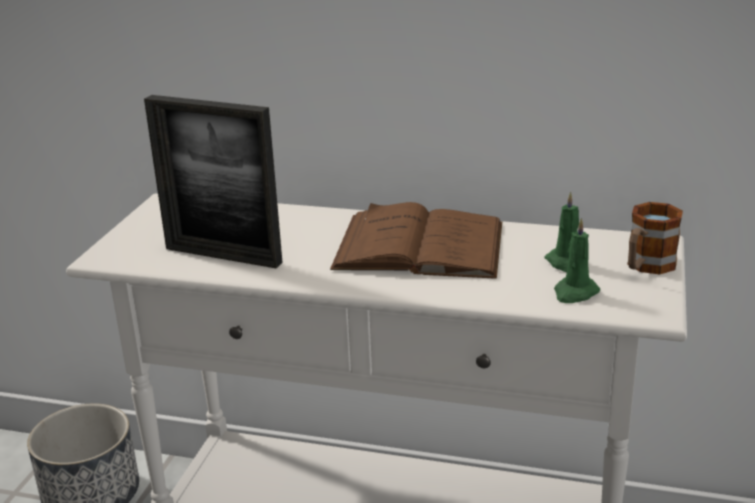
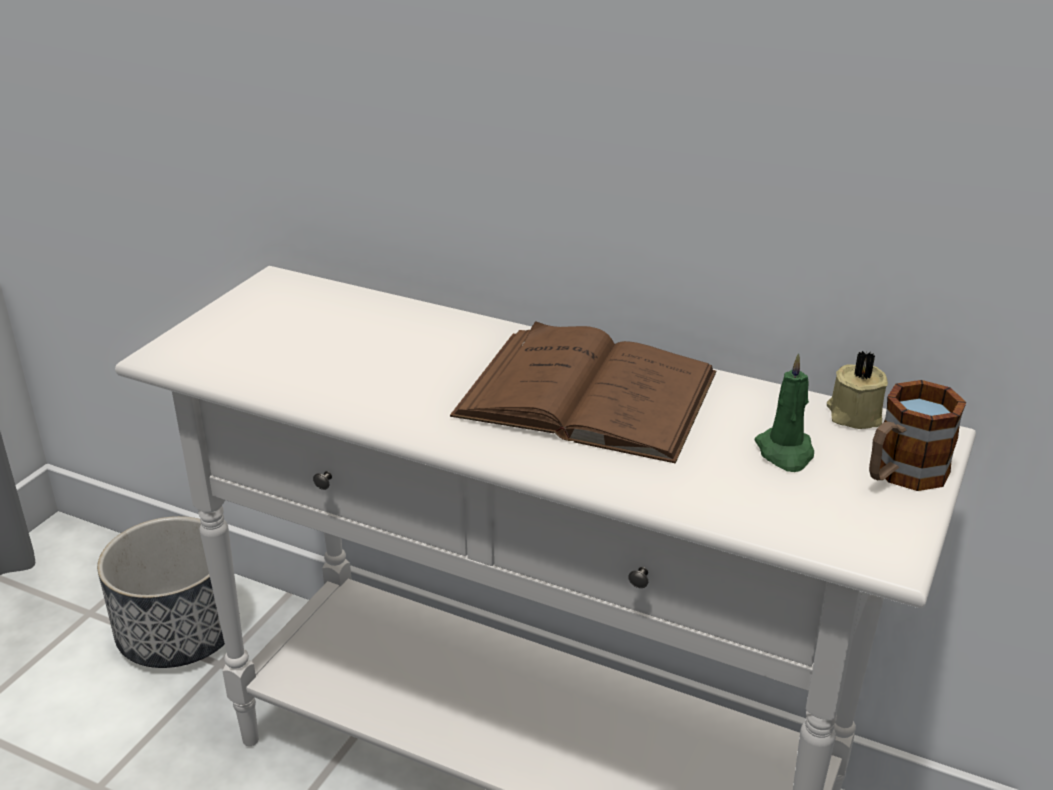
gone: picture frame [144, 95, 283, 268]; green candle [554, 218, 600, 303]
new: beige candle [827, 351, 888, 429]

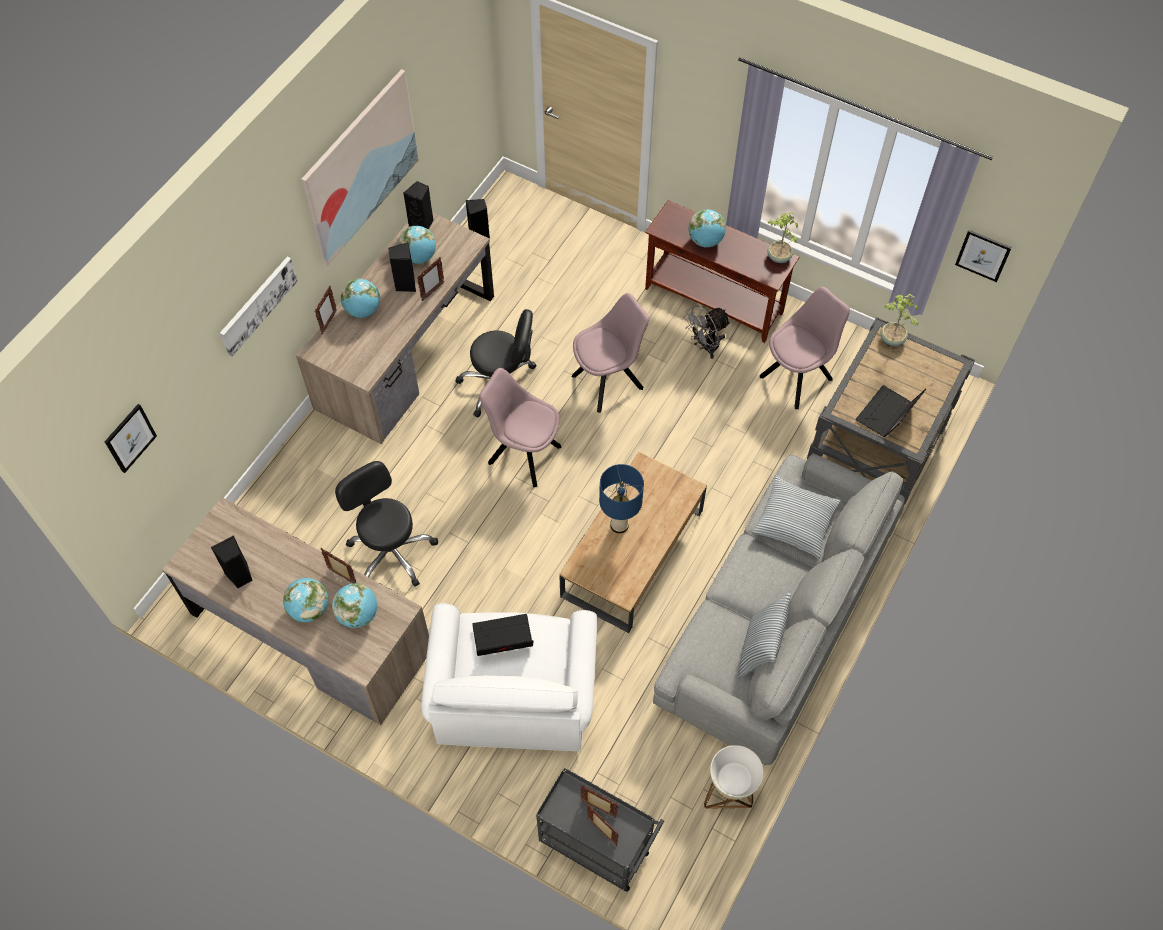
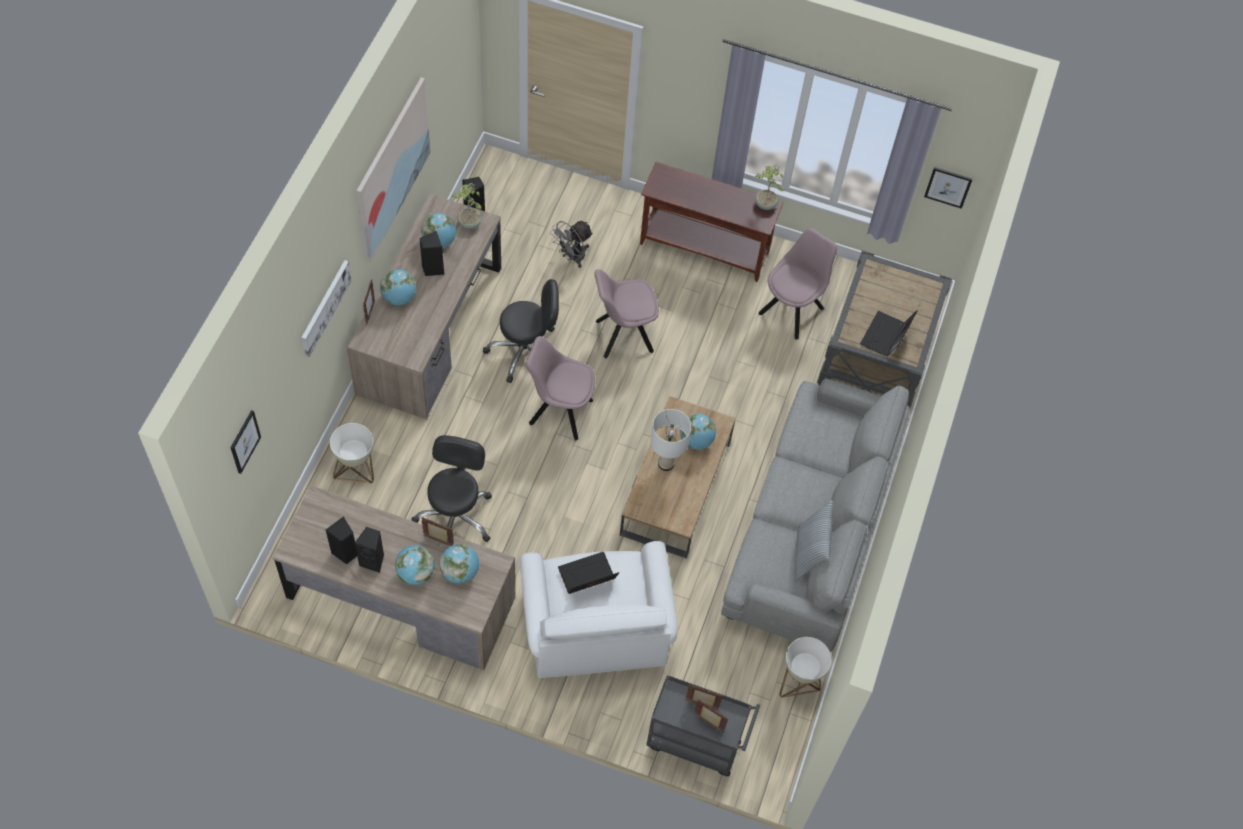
gone: picture frame [417, 257, 445, 301]; pillow [752, 475, 841, 559]
new: planter [330, 423, 374, 483]
shifted: black speaker [404, 181, 433, 230] to [355, 527, 384, 573]; potted plant [880, 294, 918, 346] to [452, 183, 482, 229]; grey fan [683, 306, 731, 359] to [550, 221, 593, 268]; globe [689, 209, 726, 248] to [680, 414, 716, 450]
repainted: blue table lamp [599, 464, 644, 533] to white table lamp [650, 409, 691, 471]
rotated: black office chair [335, 461, 438, 587] = [411, 435, 492, 542] 60 degrees clockwise; pink chair [572, 293, 649, 413] = [595, 269, 659, 358] 150 degrees counterclockwise

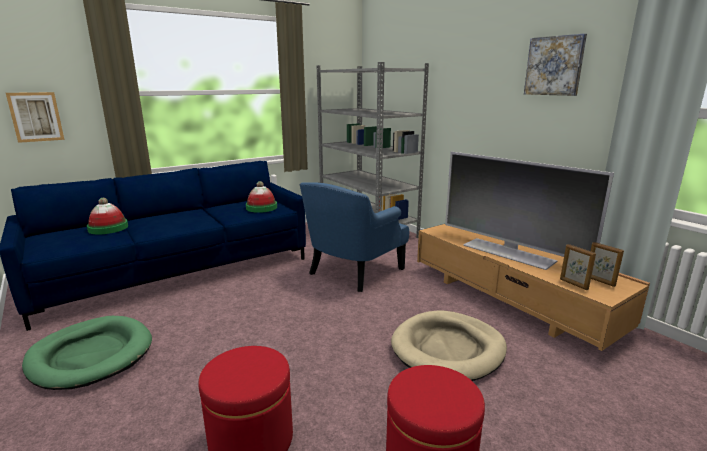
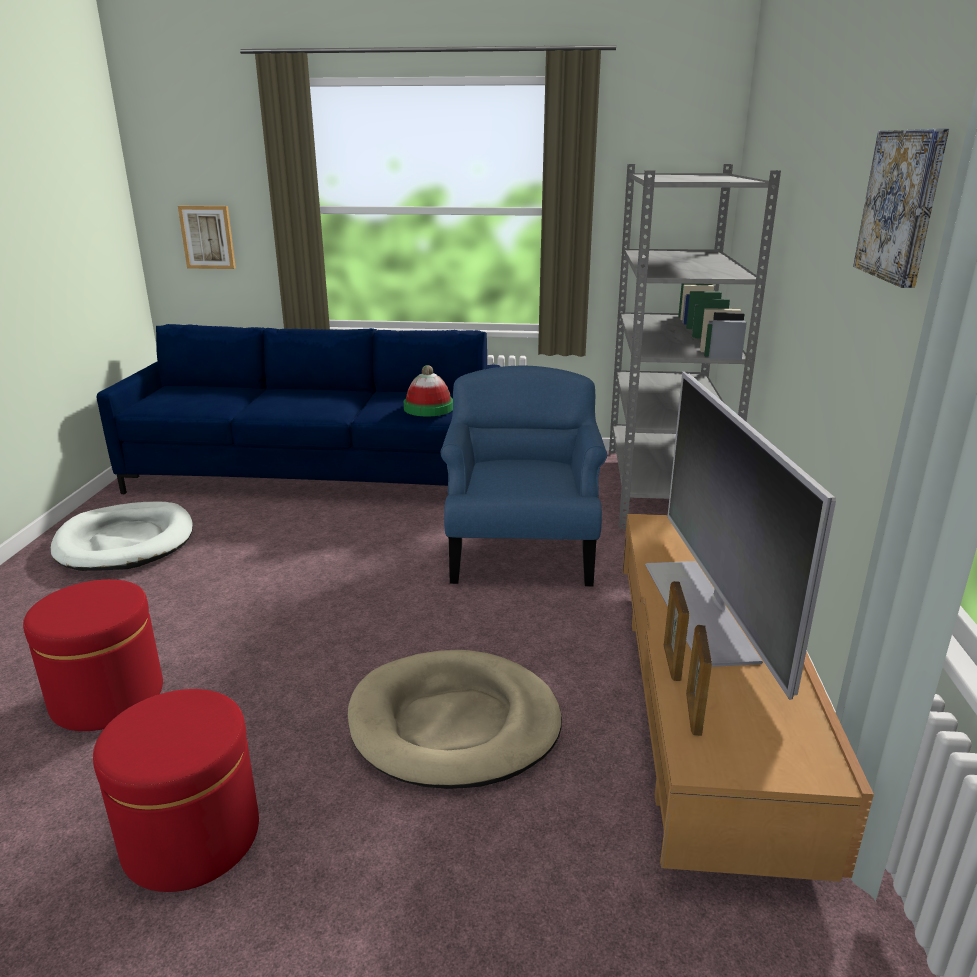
gone: hat [87, 198, 128, 235]
shifted: picture frame [591, 242, 624, 287] to [664, 581, 689, 681]
repainted: green dog bed [22, 316, 152, 390] to white dog bed [51, 502, 193, 571]
rotated: blue armchair [300, 182, 409, 292] = [441, 366, 607, 586] 105 degrees clockwise

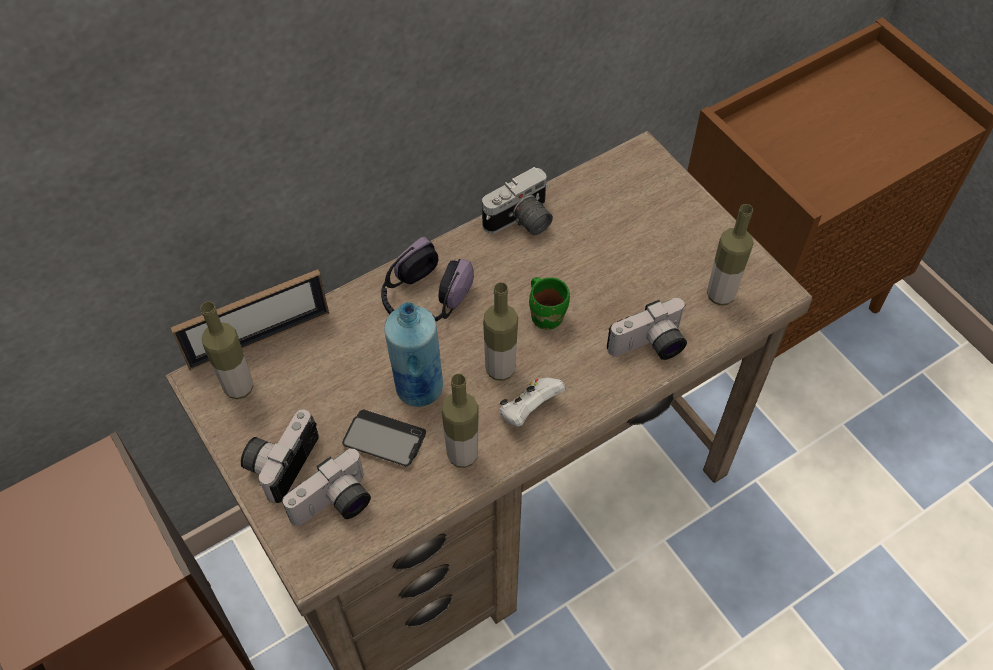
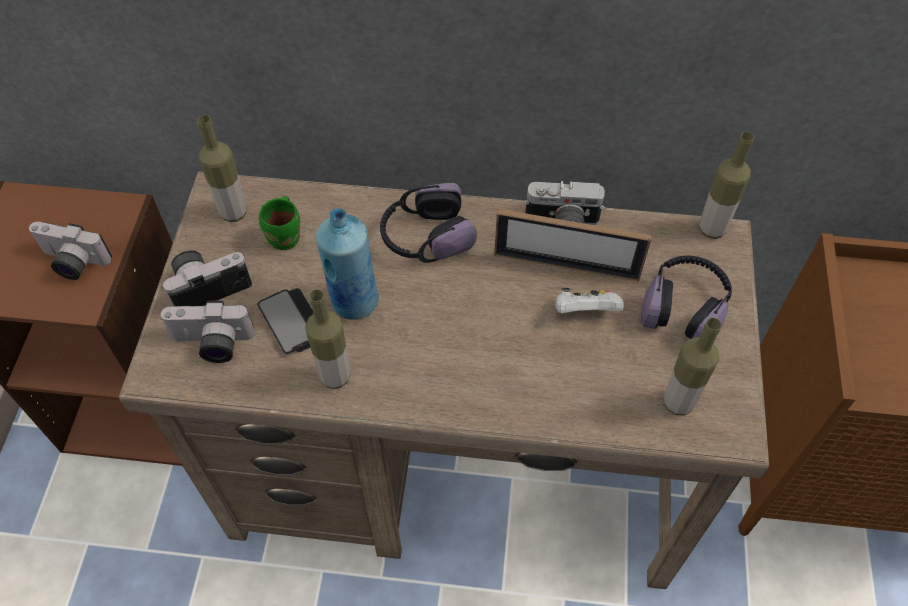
new: headphones [641, 256, 732, 339]
shifted: photo camera [607, 298, 687, 360] to [28, 222, 112, 280]; green mug [529, 277, 570, 330] to [259, 196, 300, 250]; picture frame [171, 269, 329, 371] to [494, 209, 652, 282]; white game controller [500, 377, 565, 427] to [556, 288, 624, 313]; bottle [483, 282, 518, 381] to [699, 132, 754, 239]

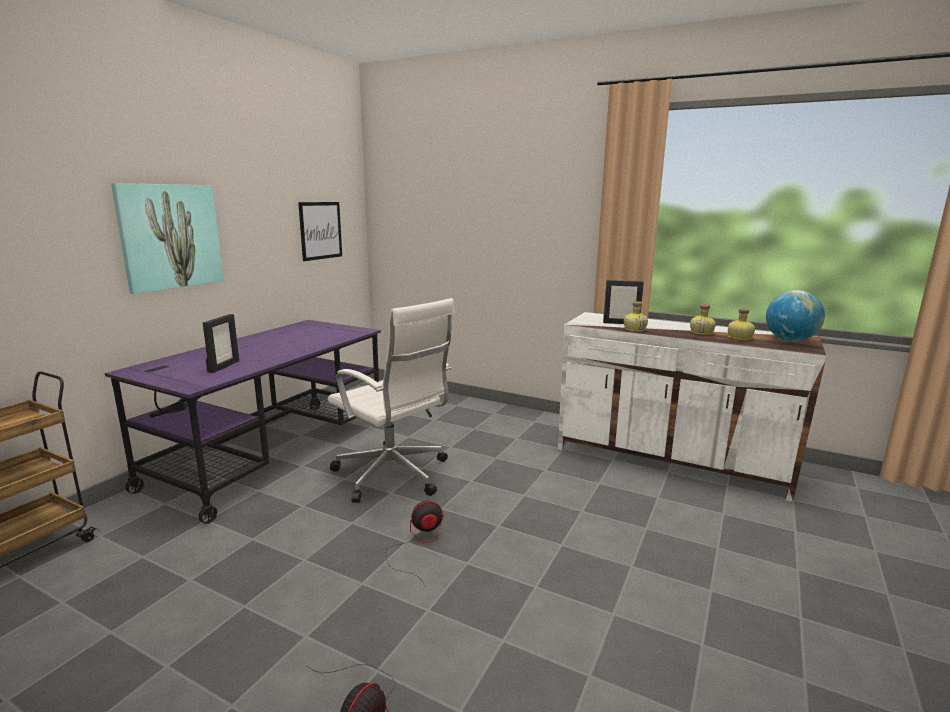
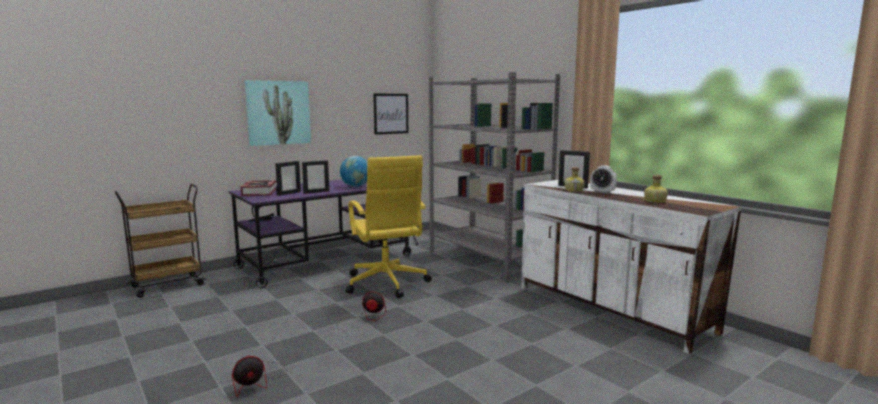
gone: bottle [690, 304, 716, 335]
new: book [241, 180, 276, 196]; picture frame [302, 160, 329, 194]; grey bookcase [429, 72, 560, 283]; alarm clock [590, 165, 617, 194]
shifted: globe [766, 290, 825, 342] to [340, 156, 368, 187]
repainted: white office chair [328, 298, 455, 503] to yellow office chair [346, 155, 432, 298]

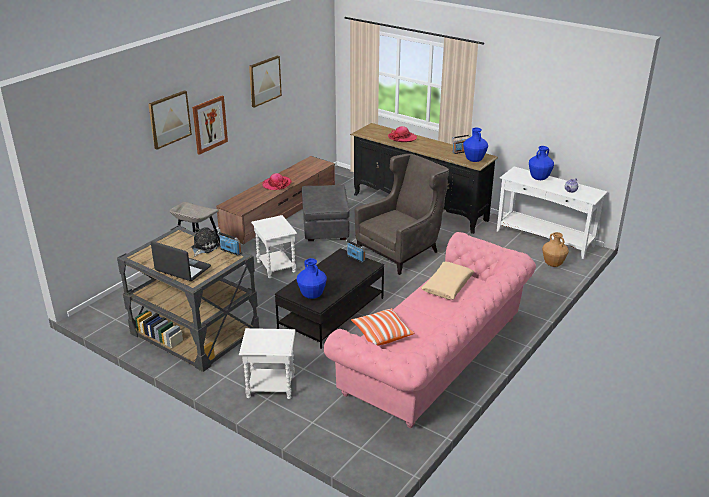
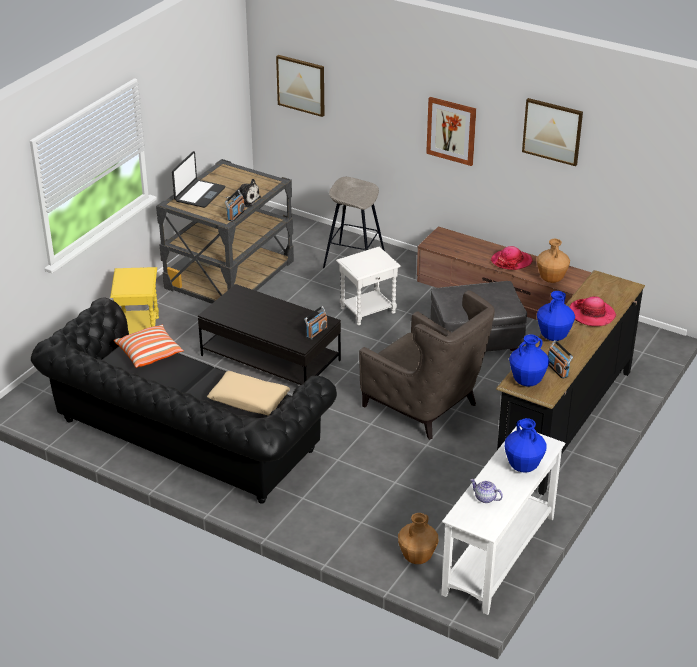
new: brown vase [537, 239, 570, 283]
shifted: picture [148, 90, 192, 150] to [276, 55, 324, 117]; blue vase [297, 258, 327, 299] to [537, 291, 575, 341]
repainted: pink sofa [324, 232, 536, 428] to black sofa [31, 297, 337, 504]; white side table [239, 328, 296, 399] to yellow side table [110, 267, 159, 334]

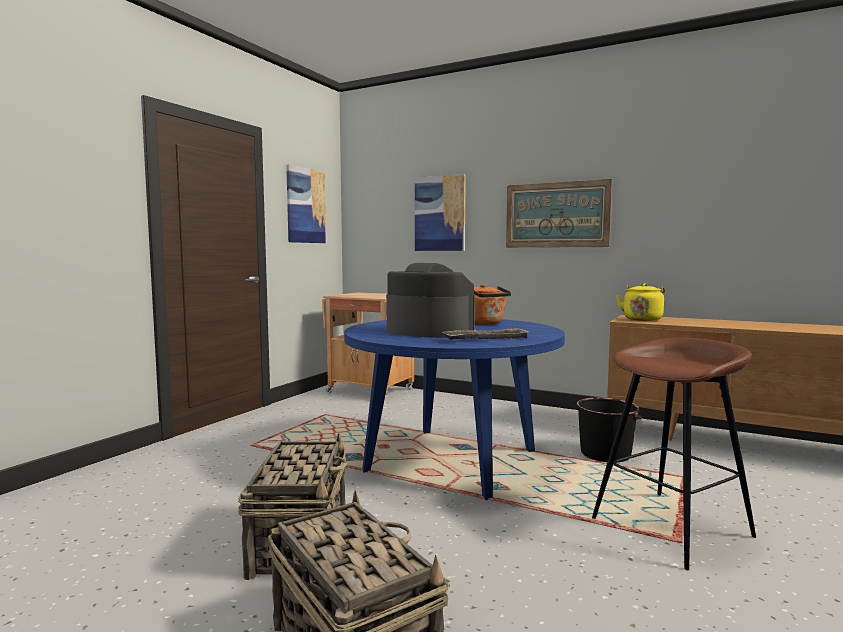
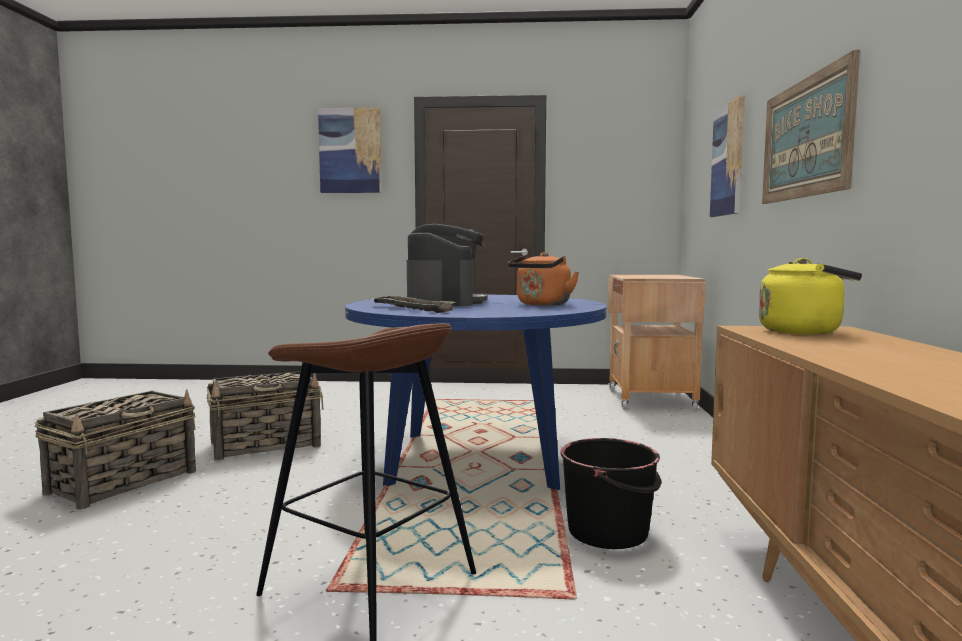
shifted: picture [286, 165, 326, 243] to [318, 107, 382, 193]

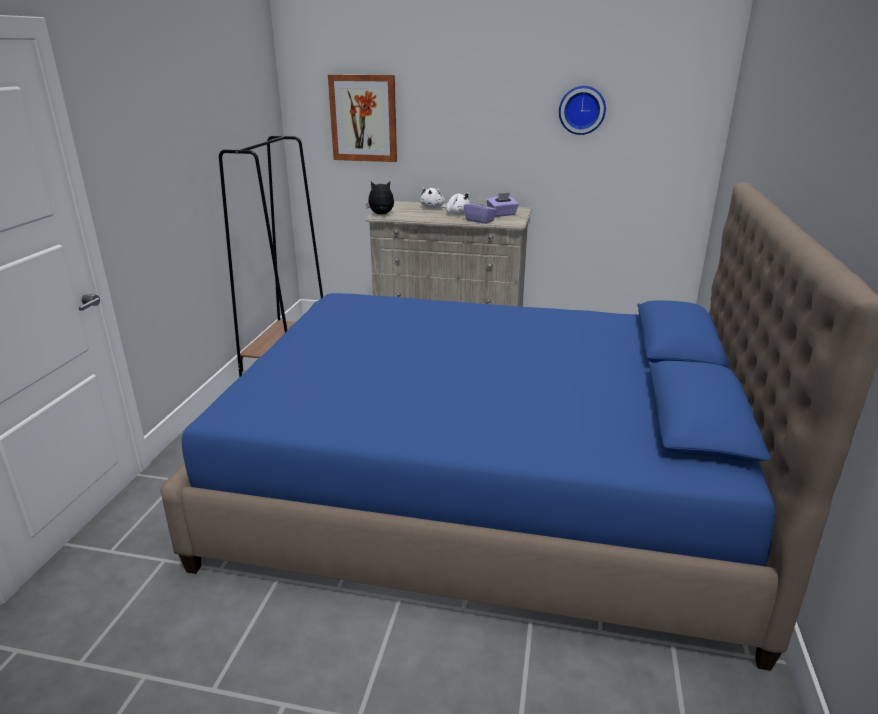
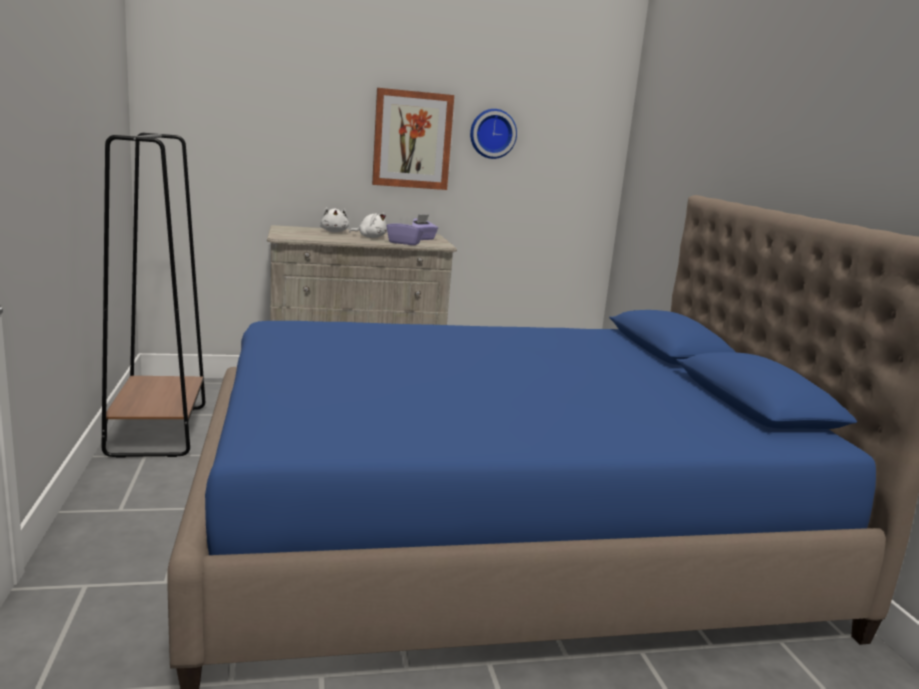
gone: plush toy [366, 182, 394, 214]
shifted: picture [328, 75, 397, 162] to [372, 88, 454, 190]

